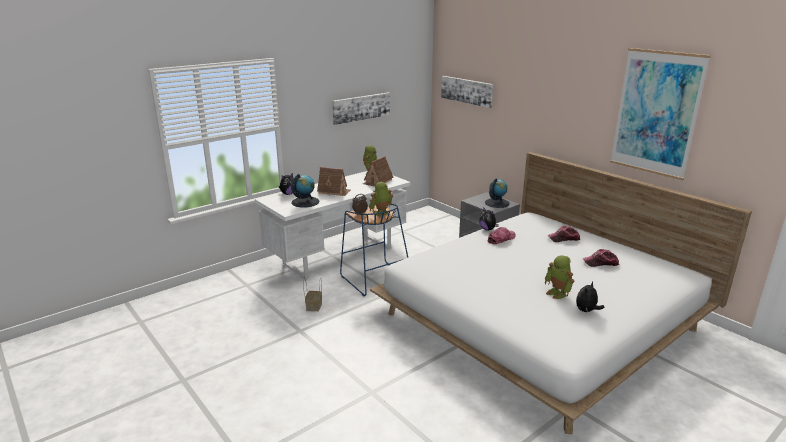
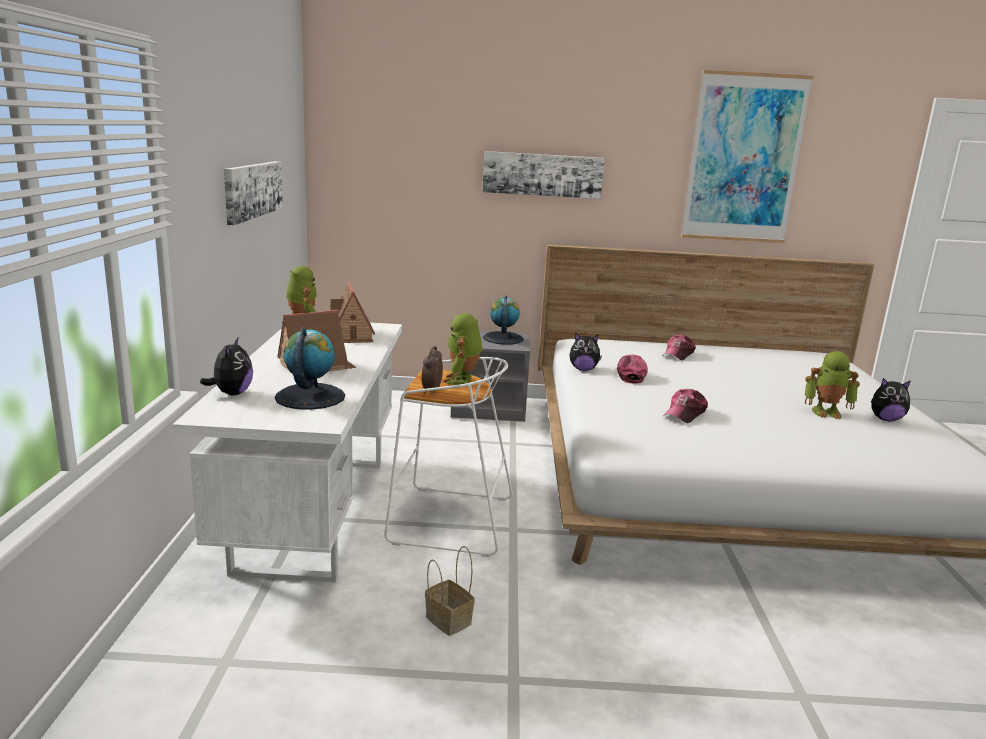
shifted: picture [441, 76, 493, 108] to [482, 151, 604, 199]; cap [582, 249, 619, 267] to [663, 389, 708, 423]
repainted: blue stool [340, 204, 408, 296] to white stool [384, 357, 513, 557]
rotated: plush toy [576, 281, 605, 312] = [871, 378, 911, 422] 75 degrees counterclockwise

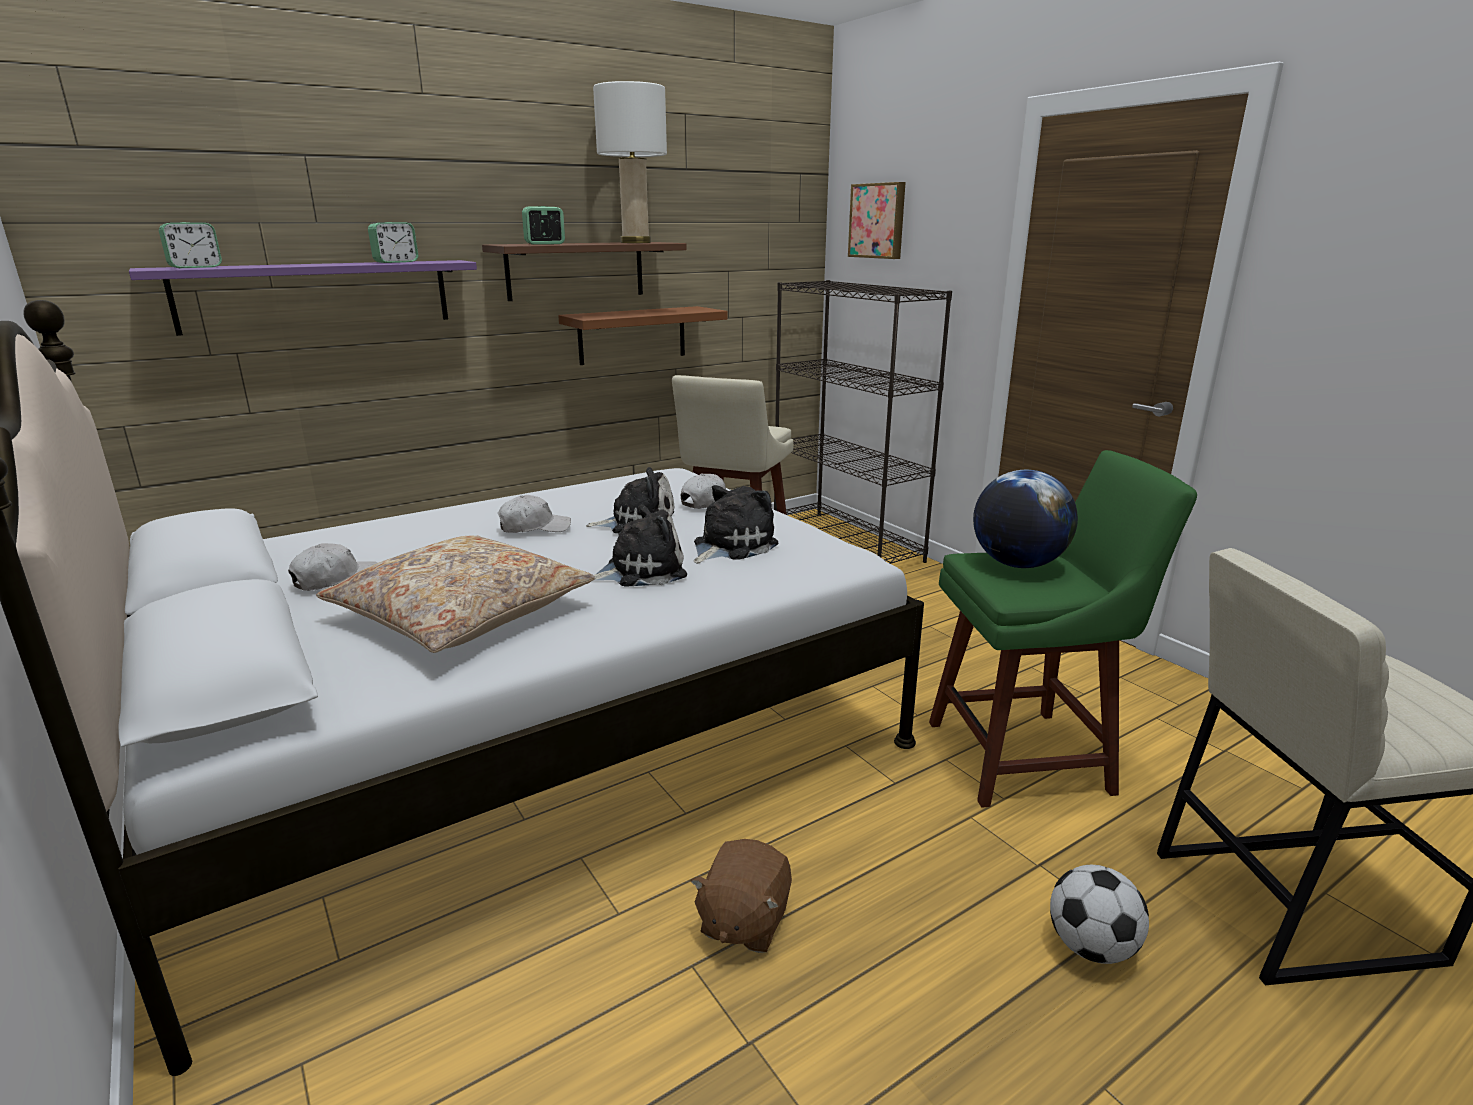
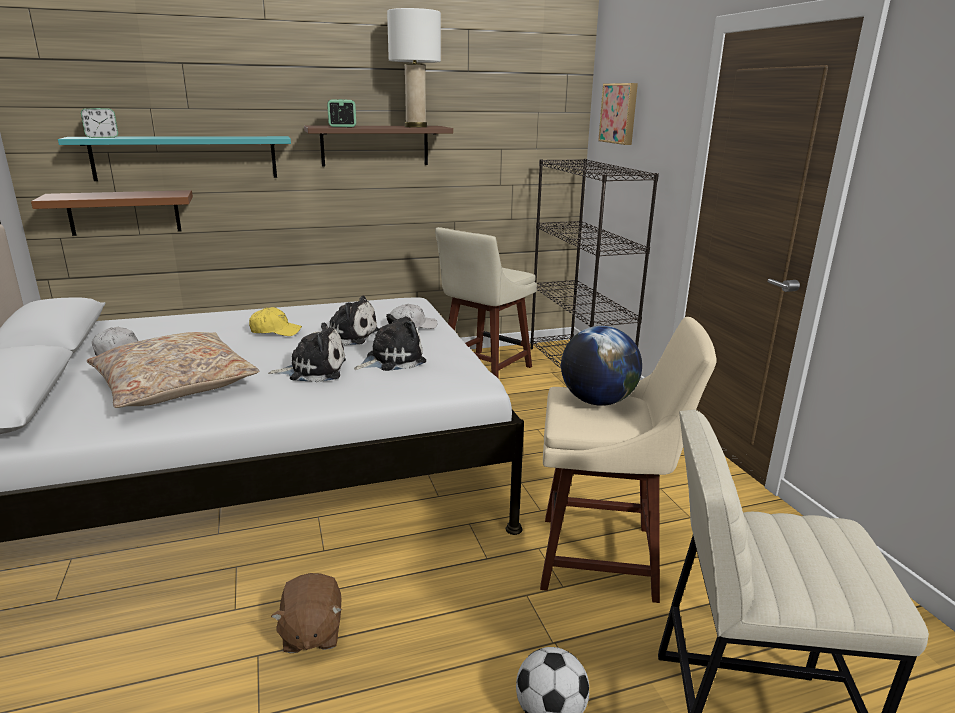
gone: alarm clock [368, 222, 418, 263]
shifted: brown shelf [558, 306, 728, 365] to [31, 190, 193, 236]
repainted: purple shelf [129, 260, 477, 336] to turquoise shelf [58, 136, 291, 181]; white cap [498, 495, 571, 533] to yellow cap [249, 307, 302, 336]; green stool [929, 450, 1197, 808] to beige stool [540, 317, 717, 603]
rotated: brown plush toy [691, 839, 792, 953] = [271, 573, 342, 653] 45 degrees counterclockwise

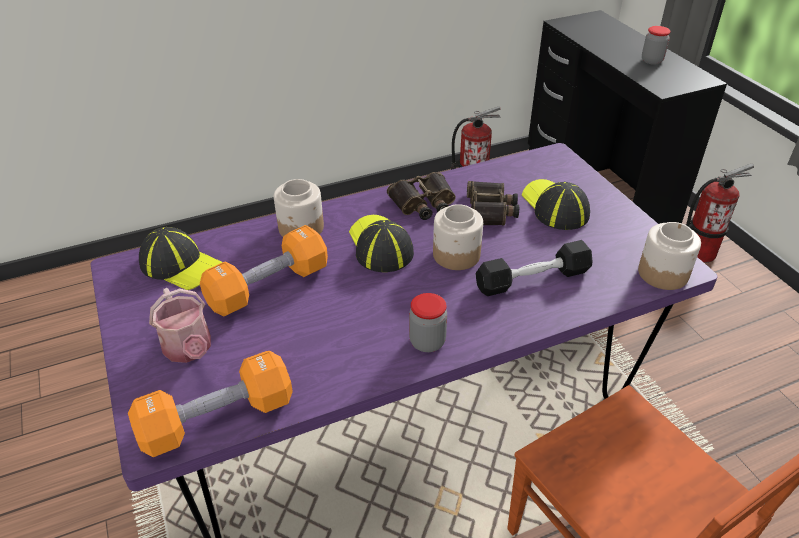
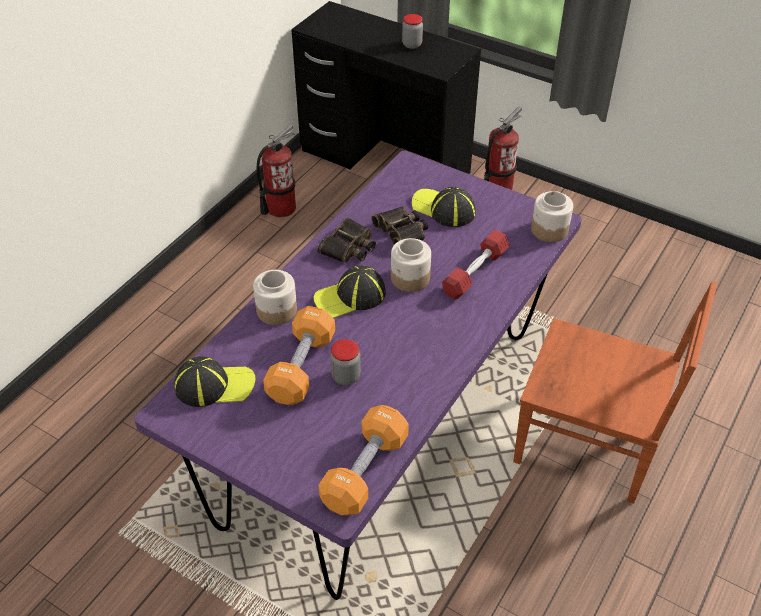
gone: watering can [149, 288, 211, 363]
shifted: jar [409, 293, 447, 352] to [330, 339, 361, 385]
repainted: black dumbbell [475, 240, 592, 296] to red dumbbell [442, 230, 510, 299]
rotated: cap [349, 215, 414, 272] = [313, 265, 386, 318] 60 degrees counterclockwise

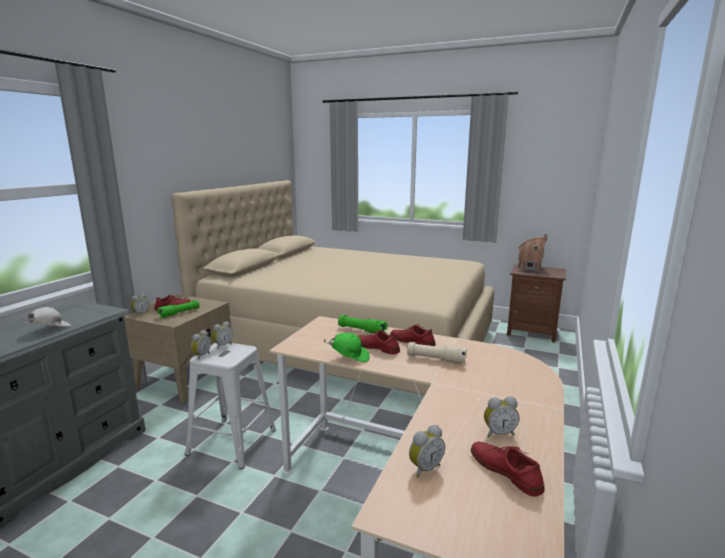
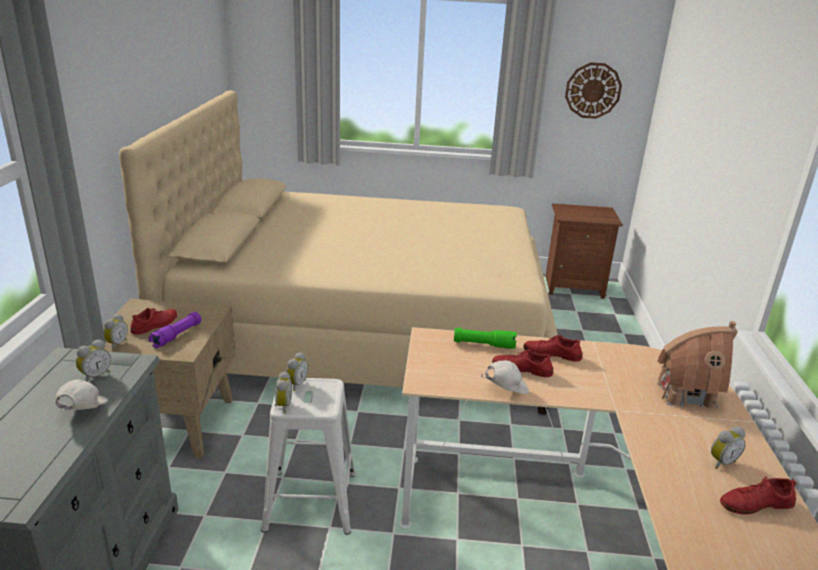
gone: beige flashlight [407, 342, 467, 364]
new: wall clock [565, 62, 622, 119]
shifted: alarm clock [409, 425, 445, 477] to [76, 339, 111, 382]; toy house [517, 234, 548, 272] to [656, 321, 738, 412]
repainted: green flashlight [157, 300, 199, 318] to purple flashlight [149, 312, 201, 348]; green cap [323, 333, 370, 362] to white cap [481, 360, 529, 394]
rotated: red shoe [471, 442, 544, 497] = [720, 477, 796, 515] 45 degrees counterclockwise

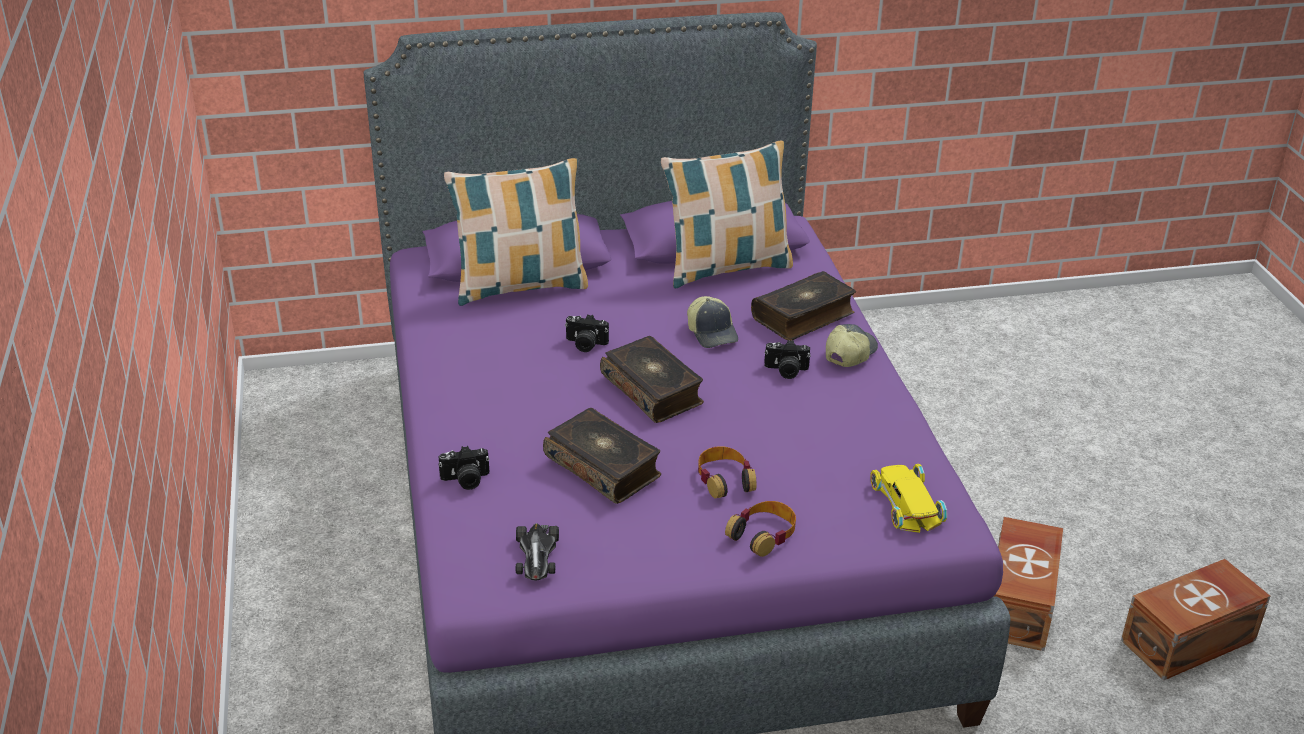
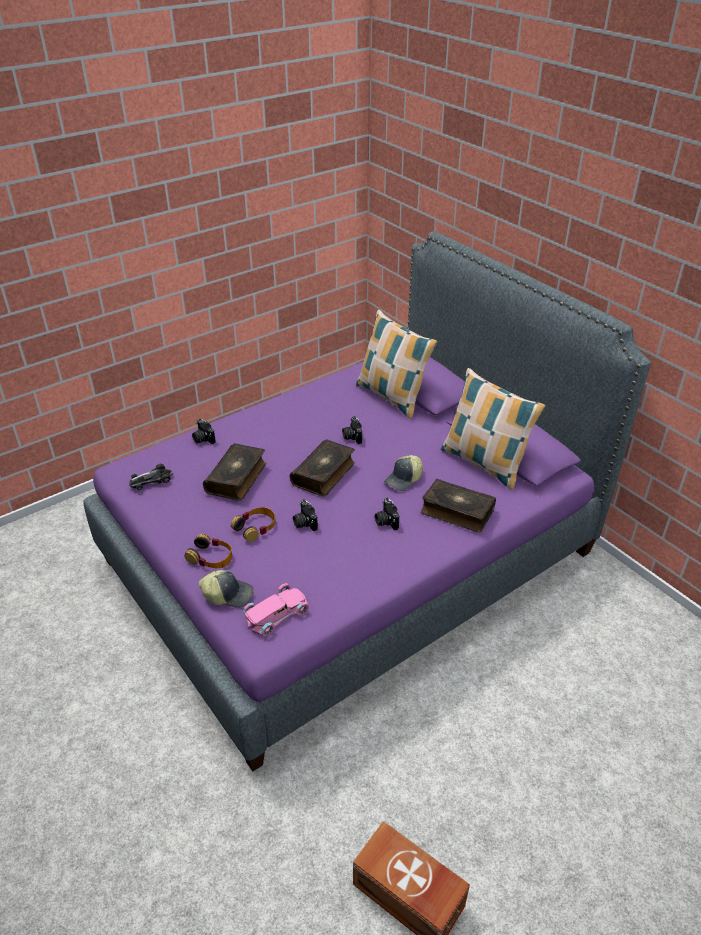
gone: brown storage box [993, 517, 1063, 651]
new: photo camera [293, 499, 318, 531]
shifted: cap [826, 324, 878, 367] to [199, 570, 254, 608]
repainted: yellow toy car [870, 464, 947, 533] to pink toy car [243, 583, 309, 636]

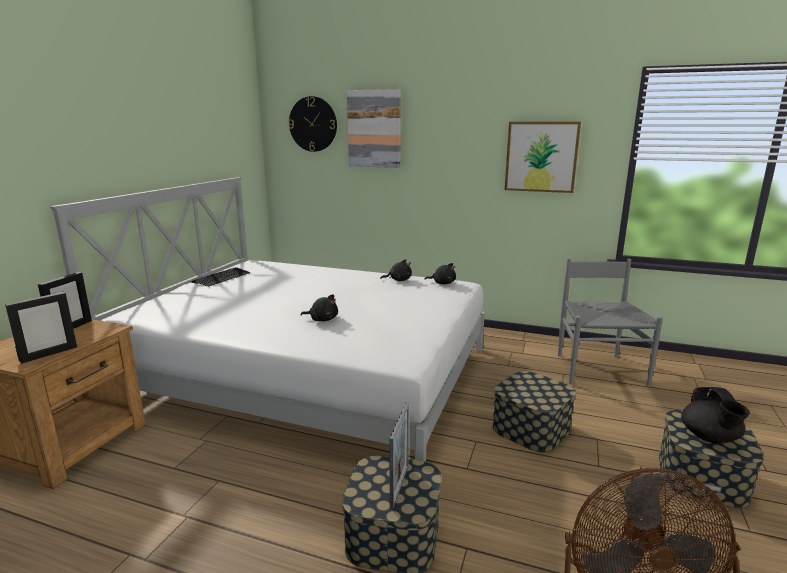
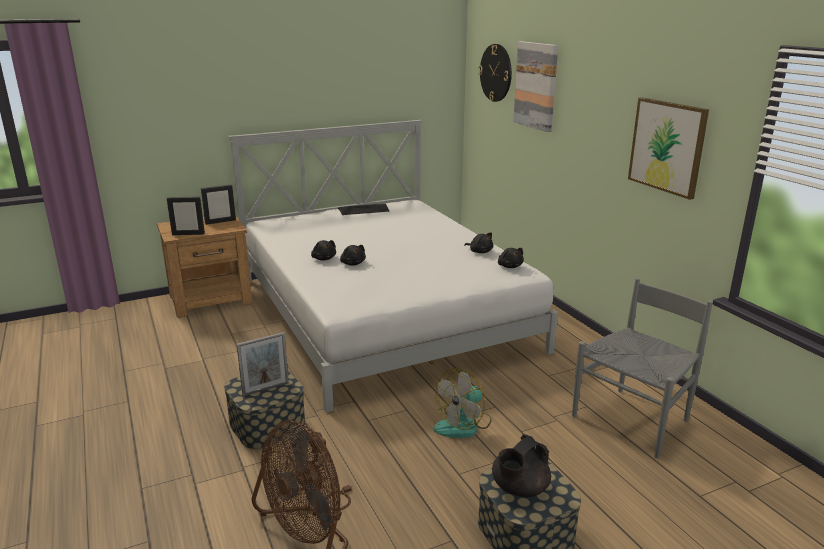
new: black plush toy [311, 240, 336, 261]
swapped: storage box [493, 371, 576, 452] to fan [434, 368, 492, 438]

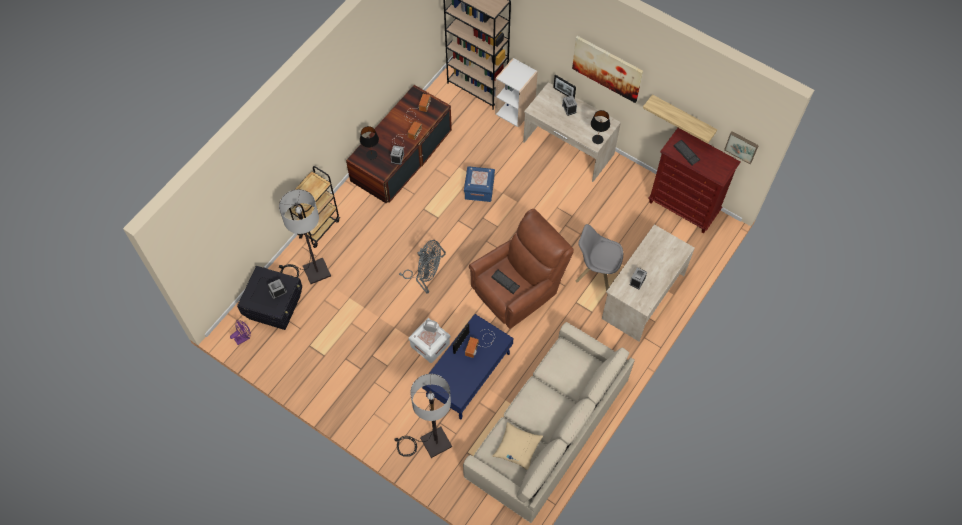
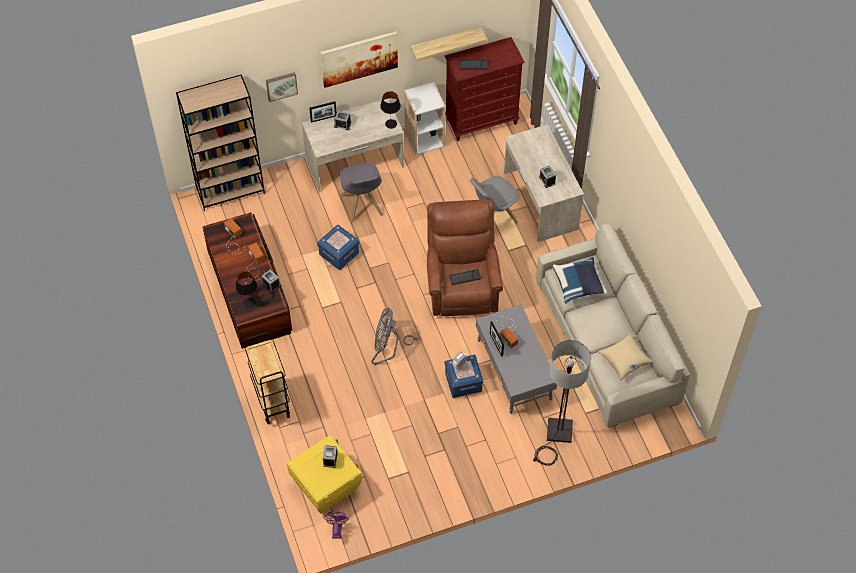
gone: floor lamp [279, 189, 331, 284]
new: grey chair [340, 163, 383, 223]; blue pillow [552, 257, 607, 304]
shifted: picture [724, 131, 759, 164] to [266, 72, 298, 102]; bookcase [495, 58, 538, 128] to [404, 82, 445, 155]
repainted: black storage box [237, 266, 302, 330] to yellow storage box [287, 435, 362, 514]; white storage box [408, 318, 450, 363] to blue storage box [445, 354, 483, 398]; blue coffee table [422, 314, 514, 420] to grey coffee table [476, 305, 557, 414]
rotated: grey fan [399, 240, 446, 294] = [371, 307, 418, 365] 135 degrees counterclockwise

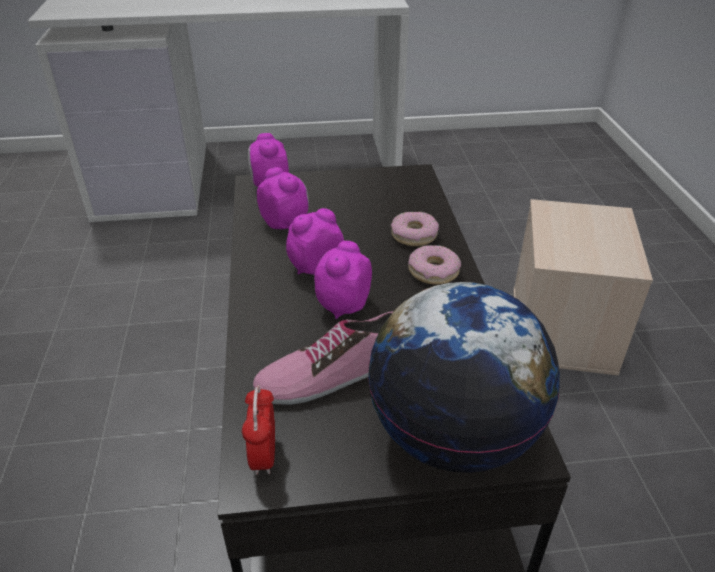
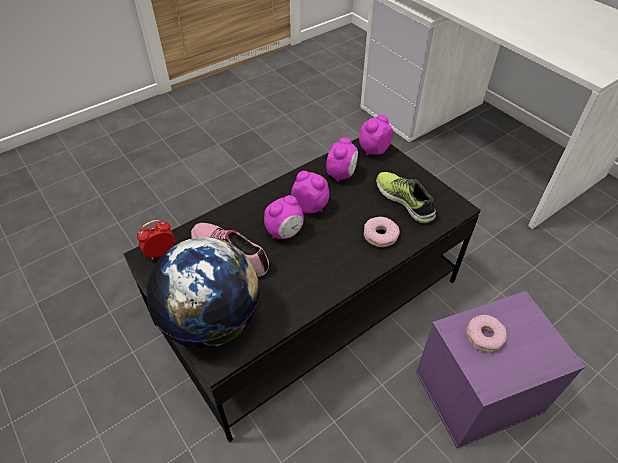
new: shoe [376, 172, 436, 224]
shifted: donut [408, 245, 461, 285] to [466, 315, 507, 352]
repainted: beige storage box [513, 199, 653, 376] to purple storage box [416, 291, 585, 448]
rotated: alarm clock [314, 241, 372, 319] = [264, 195, 304, 239] 150 degrees clockwise

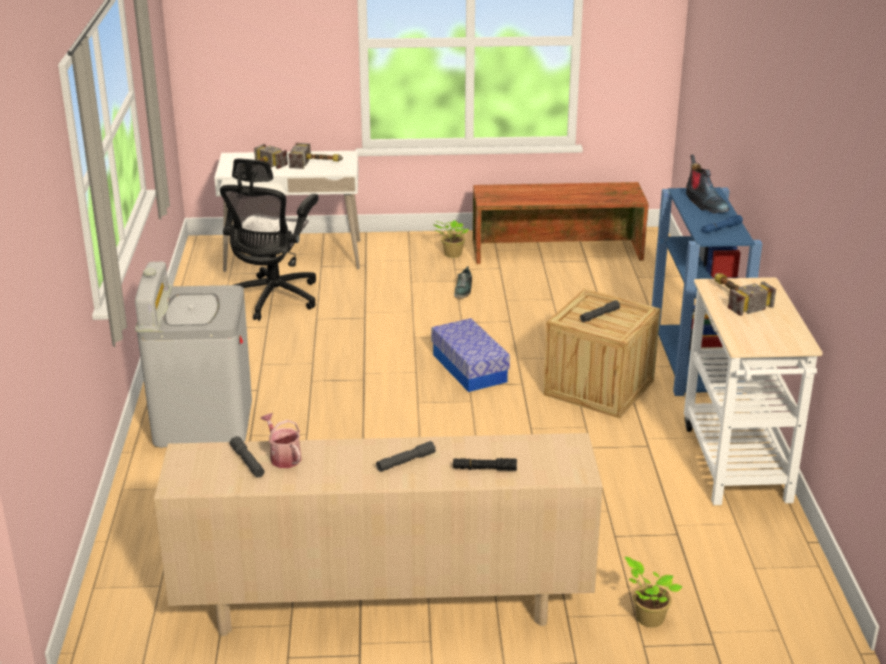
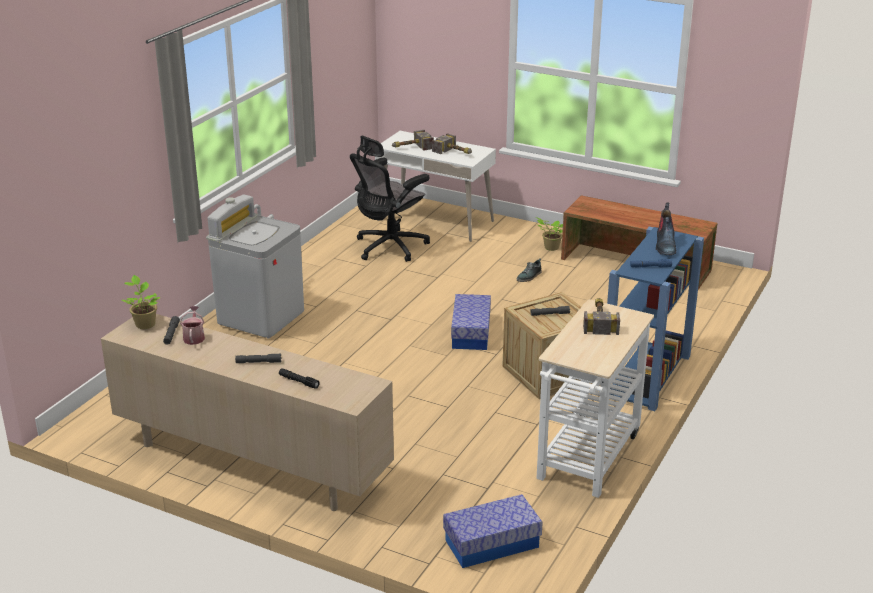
new: storage box [443, 494, 543, 568]
shifted: potted plant [625, 557, 682, 628] to [121, 275, 160, 329]

